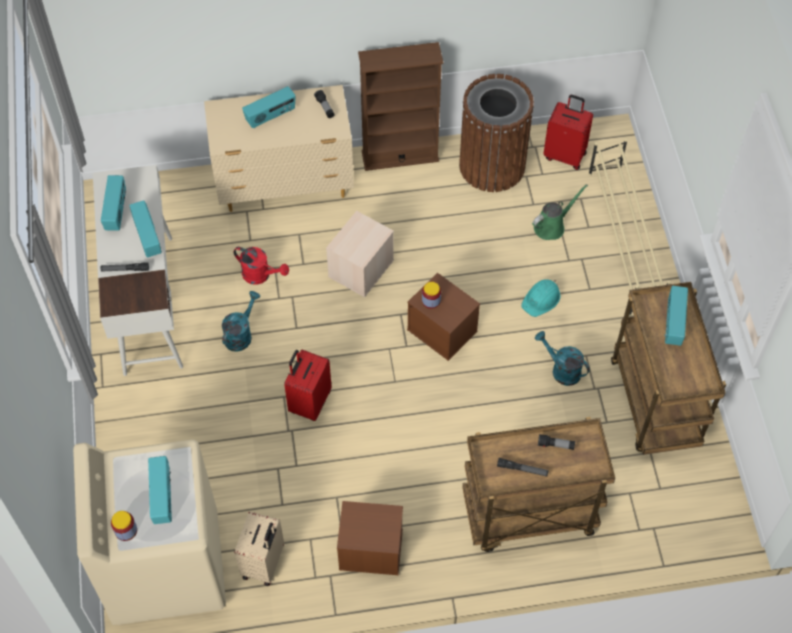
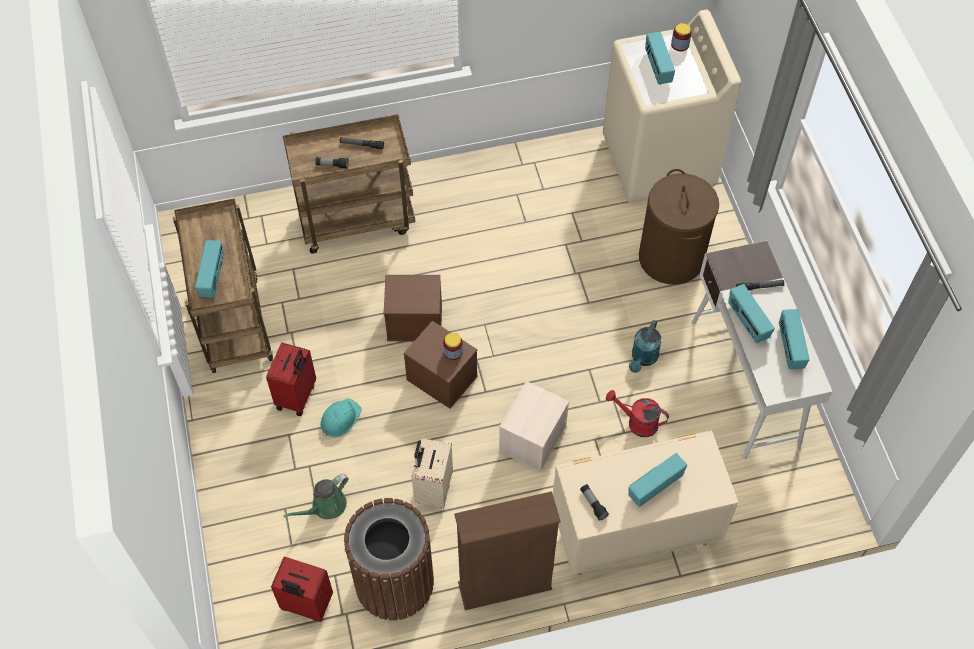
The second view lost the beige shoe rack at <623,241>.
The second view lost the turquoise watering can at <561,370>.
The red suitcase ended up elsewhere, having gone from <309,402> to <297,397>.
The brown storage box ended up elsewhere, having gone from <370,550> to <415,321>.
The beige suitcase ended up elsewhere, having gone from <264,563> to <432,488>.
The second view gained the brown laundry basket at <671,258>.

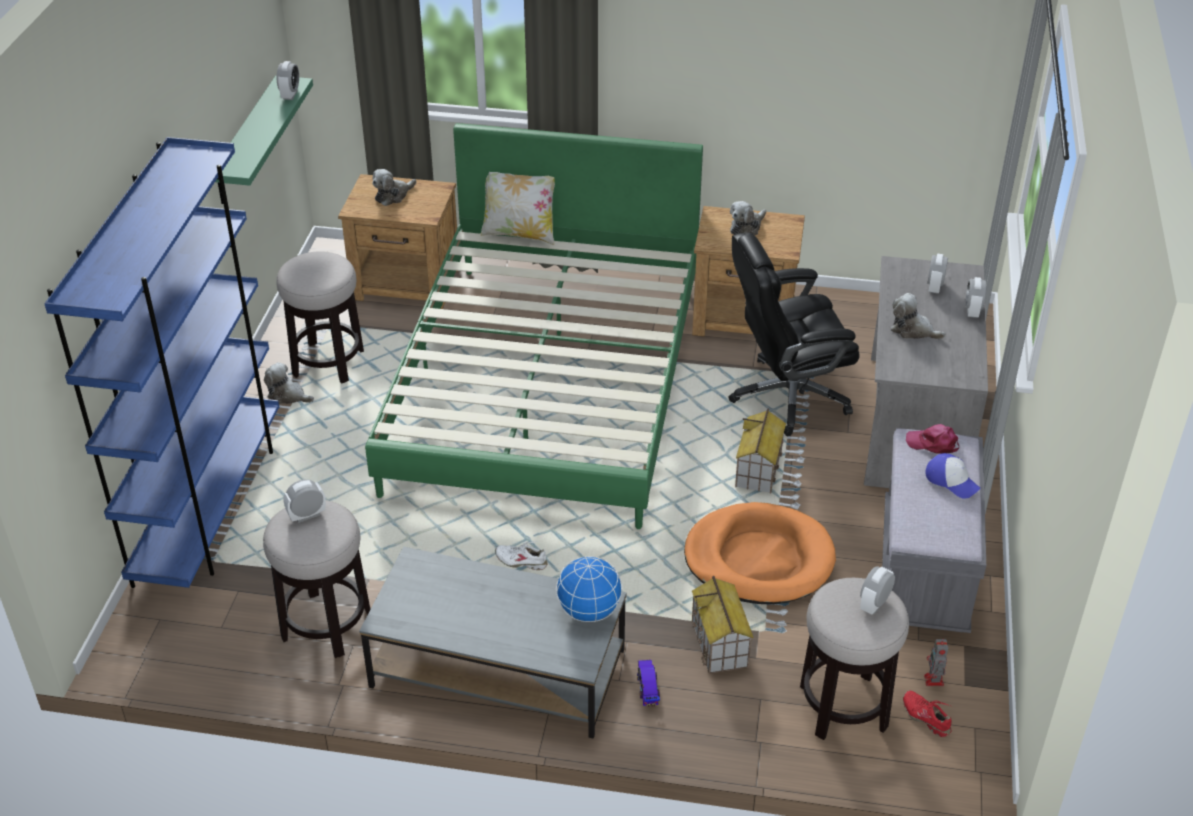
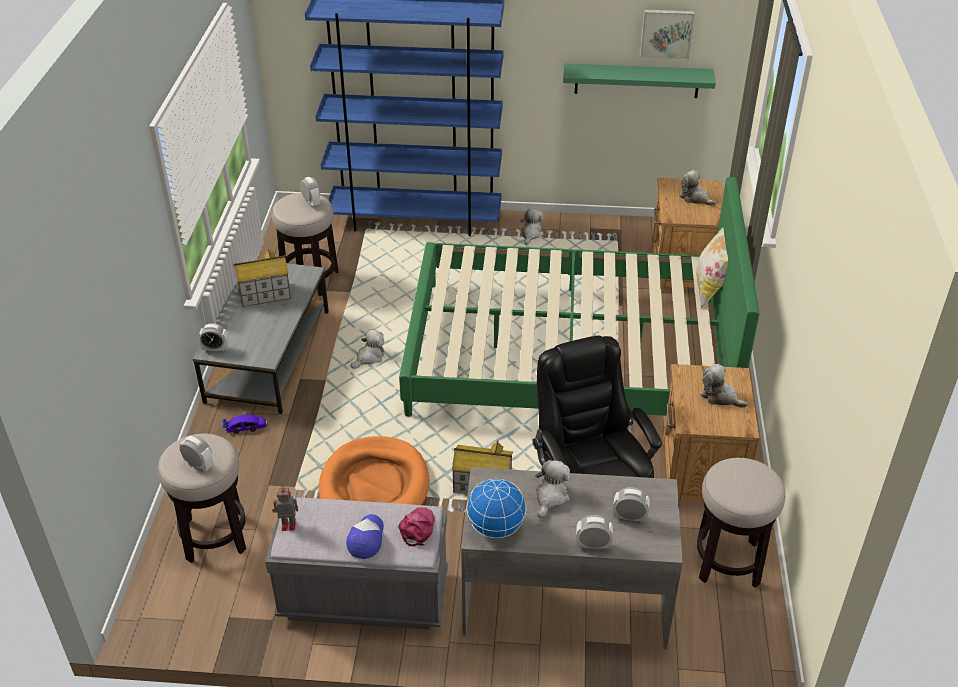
The alarm clock ended up elsewhere, having gone from <290,95> to <215,349>.
The stool ended up elsewhere, having gone from <328,363> to <728,561>.
The cap at <951,481> ended up facing another way, 150 degrees clockwise from before.
Where the white shoe stood at <521,561>, the plush toy came to stand at <369,357>.
The globe ended up elsewhere, having gone from <588,611> to <496,527>.
The toy house ended up elsewhere, having gone from <720,644> to <264,294>.
The toy robot ended up elsewhere, having gone from <934,681> to <287,524>.
The second view lost the red shoe at <926,717>.
The second view gained the picture at <666,33>.

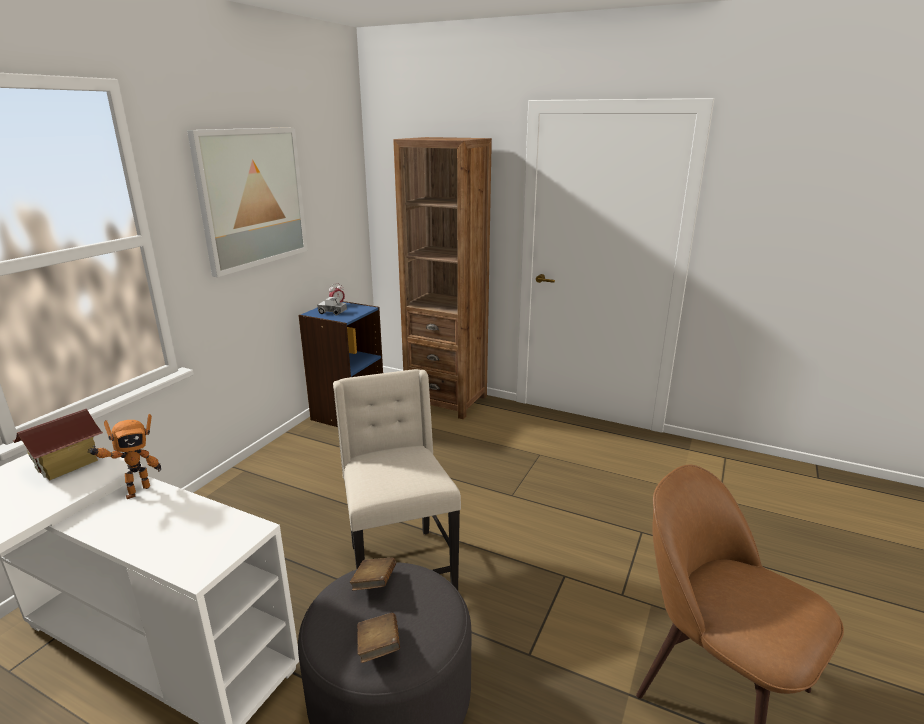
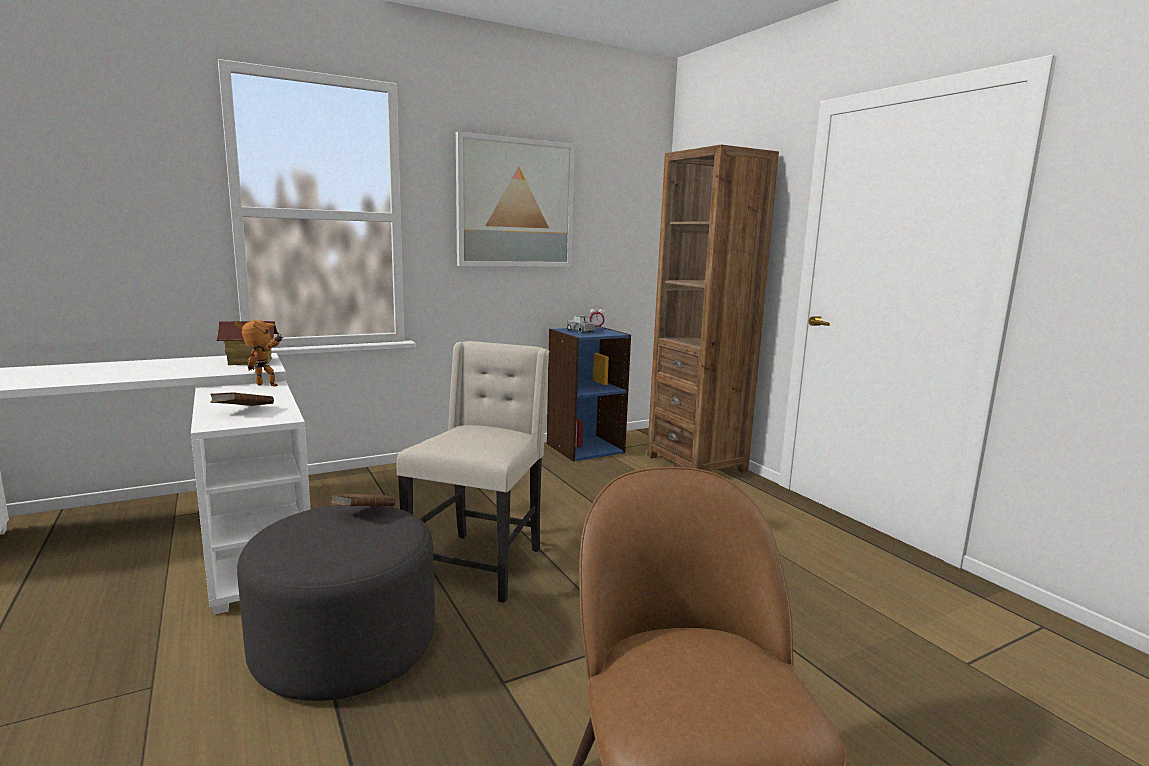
The toy robot at <136,491> ended up facing another way, 150 degrees counterclockwise from before.
The brown book ended up elsewhere, having gone from <378,647> to <243,411>.

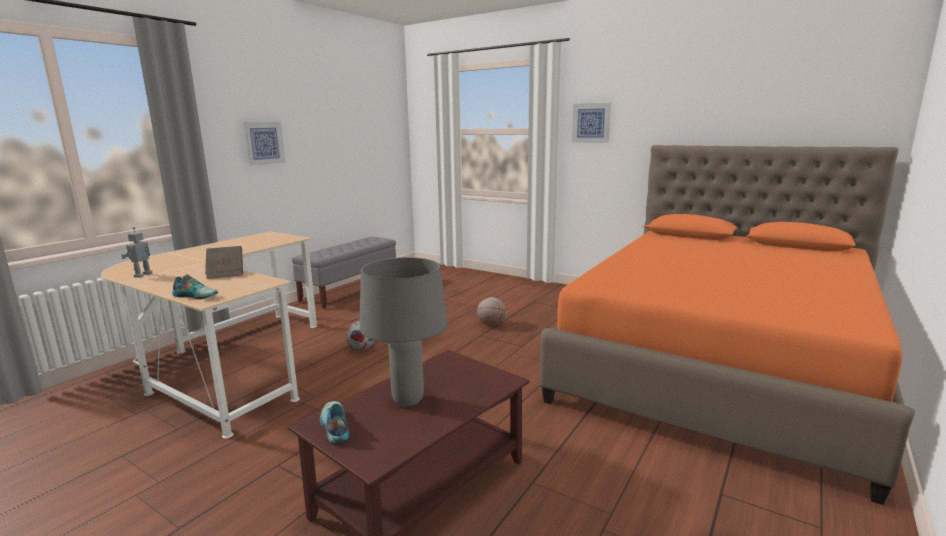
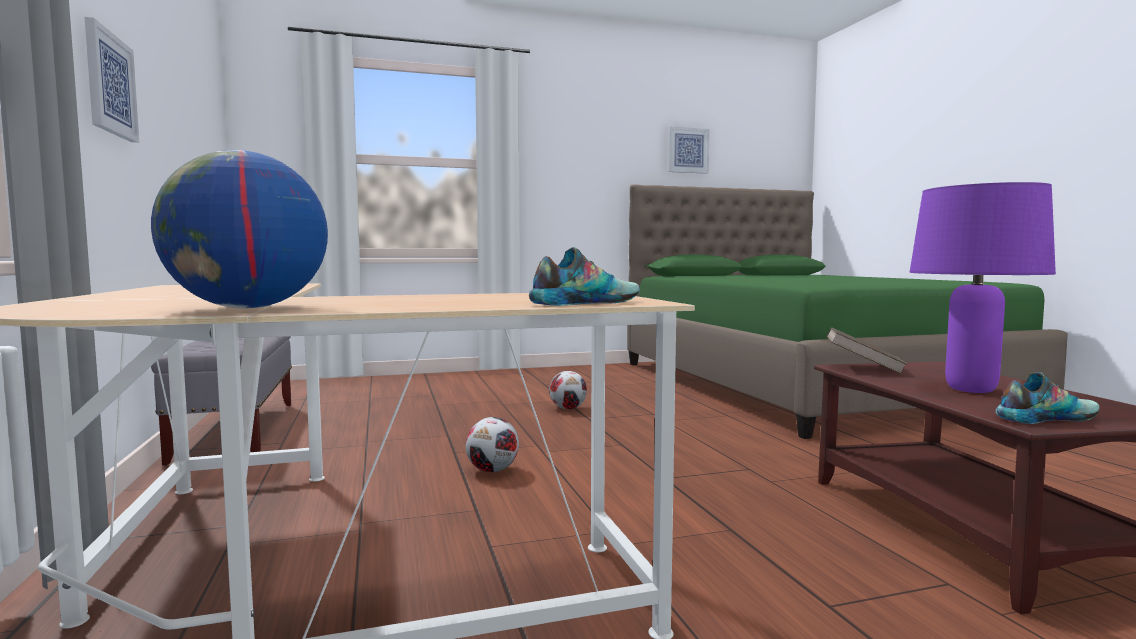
The picture ended up elsewhere, having gone from <591,123> to <687,150>.
What was the orange bed at <719,364> turned into the green bed at <802,384>.
Where the toy robot stood at <144,275>, the globe came to stand at <247,308>.
The brown book ended up elsewhere, having gone from <226,272> to <863,368>.
What was the grey table lamp at <408,400> turned into the purple table lamp at <969,389>.
Where the basketball stood at <491,324>, the football came to stand at <568,408>.
The shoe at <334,426> ended up facing another way, 150 degrees clockwise from before.

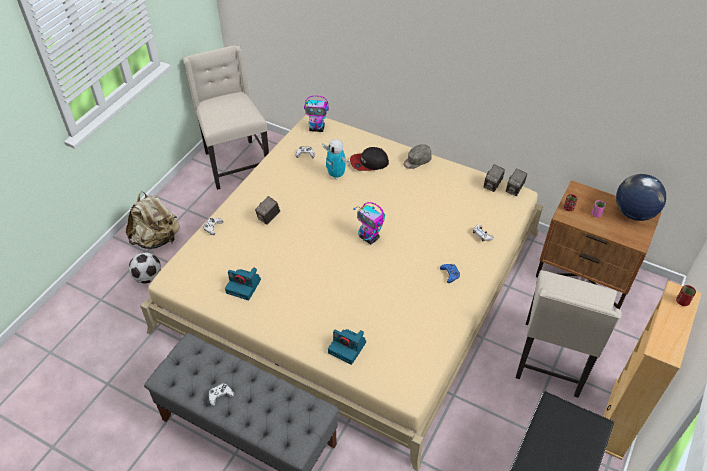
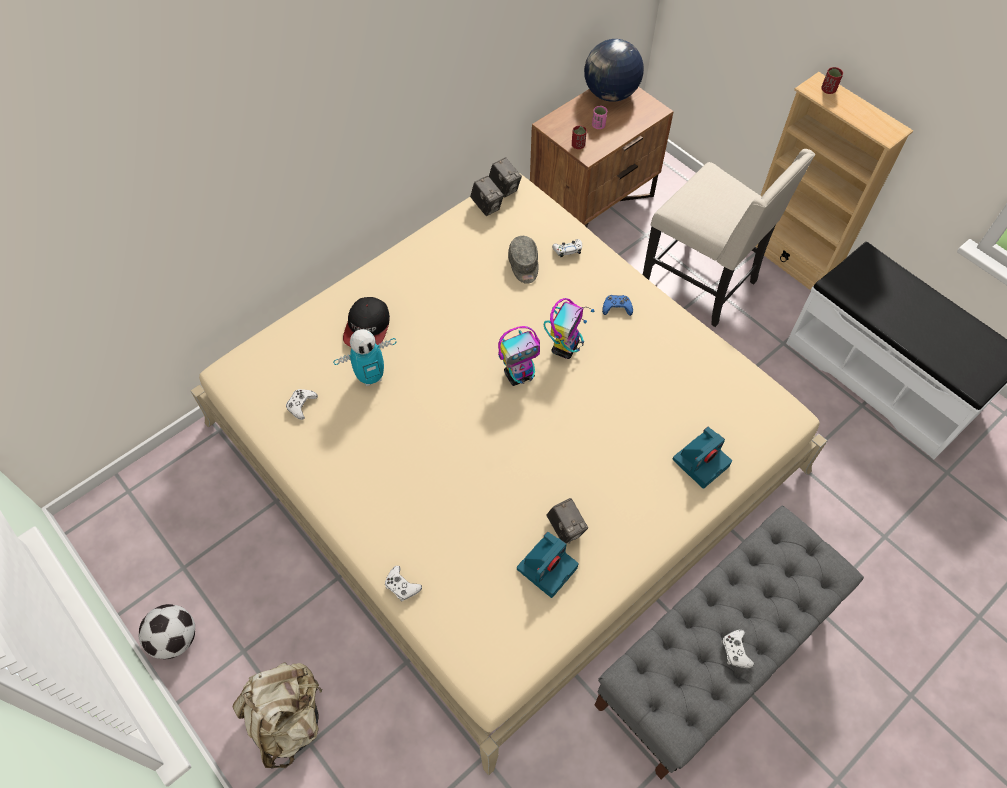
The second view lost the beige chair at <235,163>.
The toy robot ended up elsewhere, having gone from <317,128> to <565,347>.
The grey cap ended up elsewhere, having gone from <416,161> to <524,265>.
The photo camera ended up elsewhere, having gone from <268,218> to <565,528>.
The football ended up elsewhere, having gone from <148,277> to <175,639>.

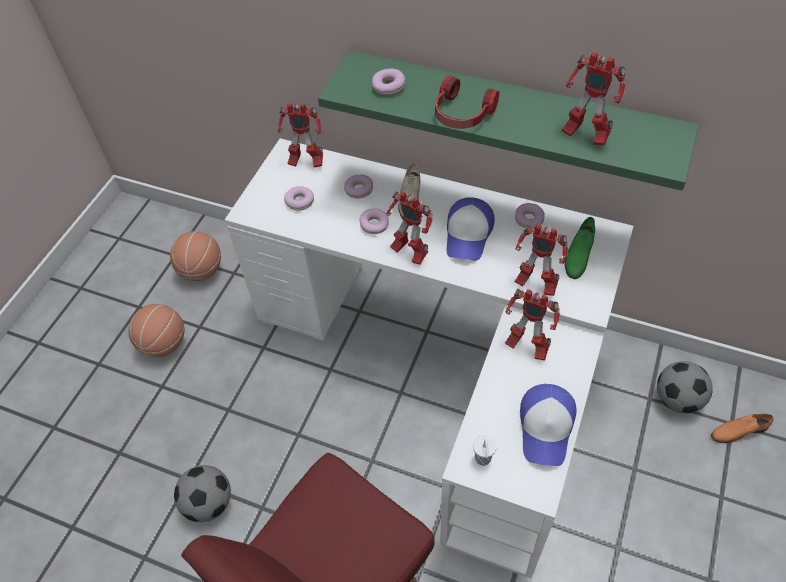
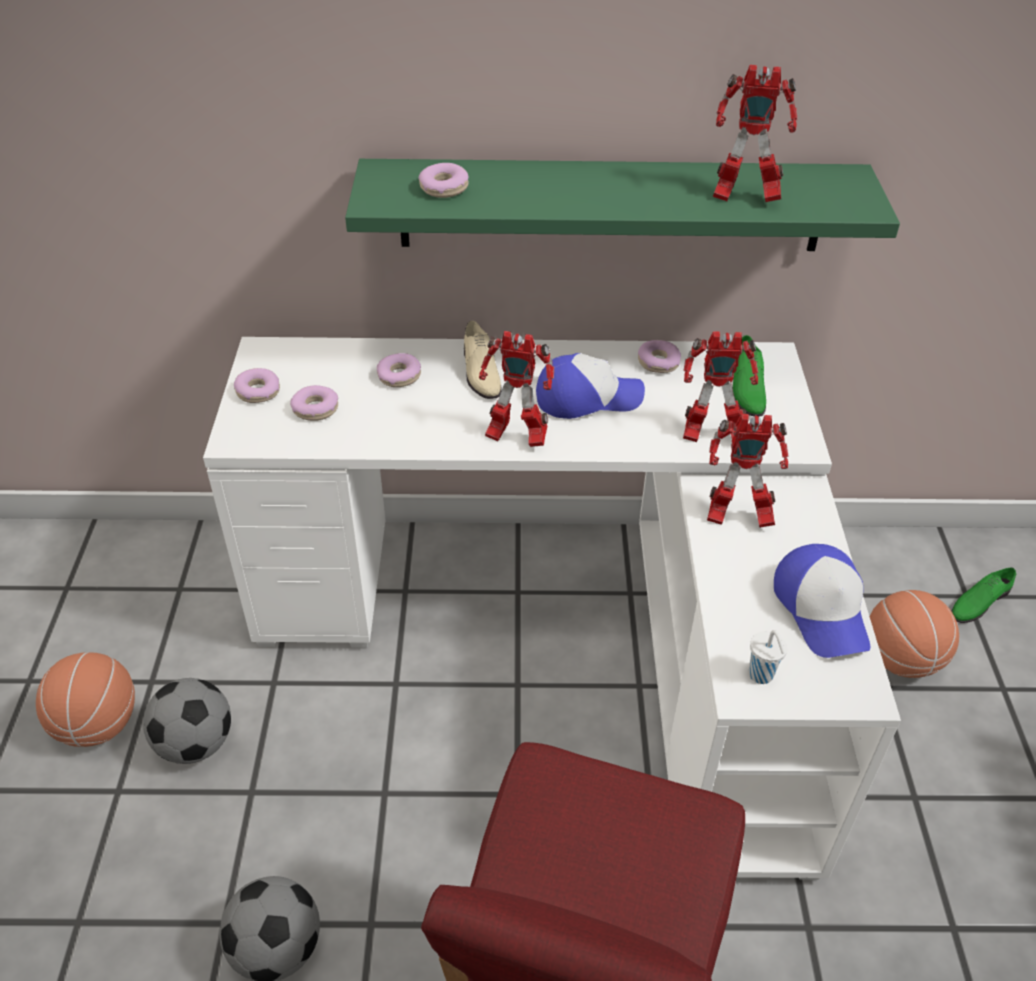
The second view lost the headphones at <462,114>.
The second view lost the toy robot at <305,162>.
The cap at <468,234> ended up facing another way, 90 degrees counterclockwise from before.
The donut ended up elsewhere, having gone from <374,225> to <258,392>.
The basketball ended up elsewhere, having gone from <201,270> to <900,659>.
The football ended up elsewhere, having gone from <677,399> to <196,743>.
What was the orange shoe at <738,430> turned into the green shoe at <979,602>.

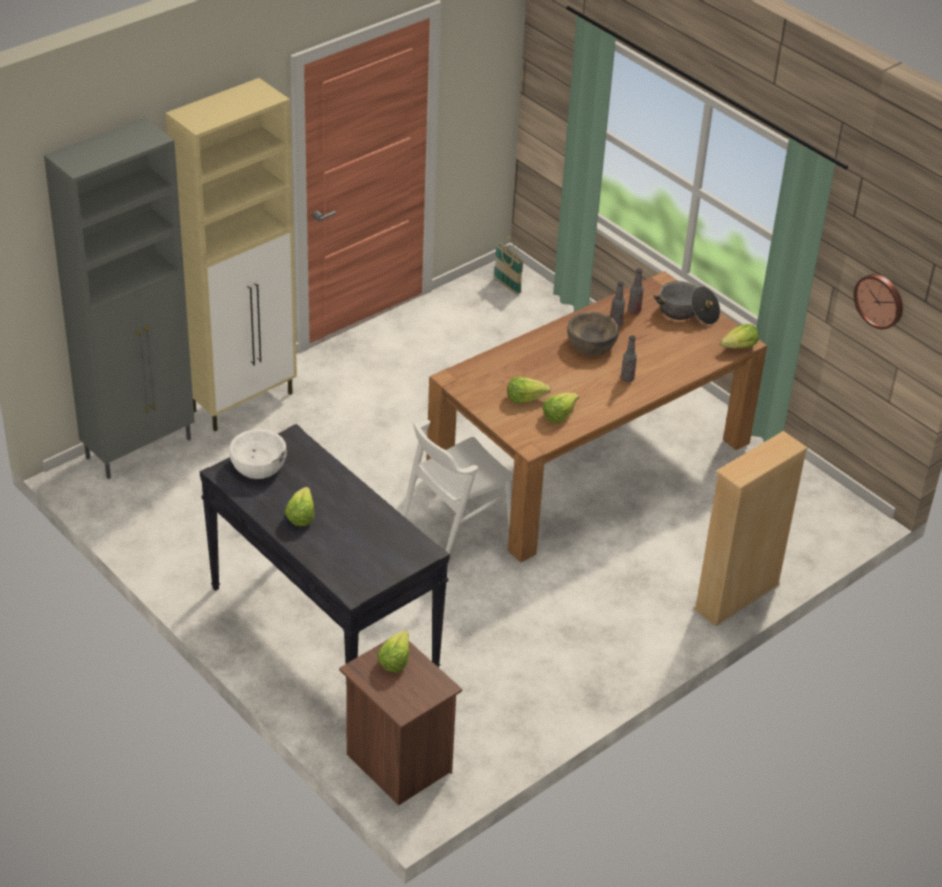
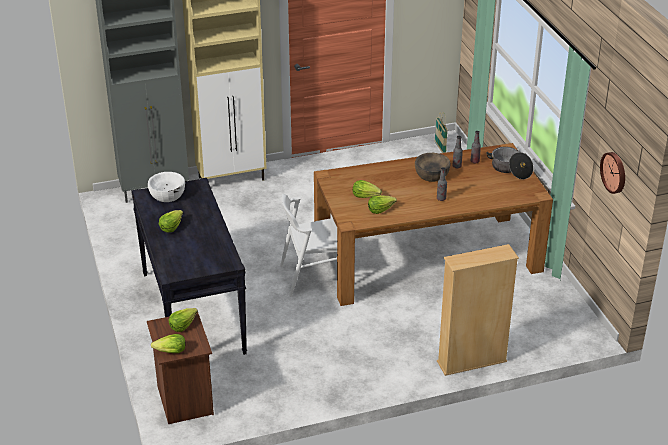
The lettuce ended up elsewhere, having gone from <739,347> to <170,351>.

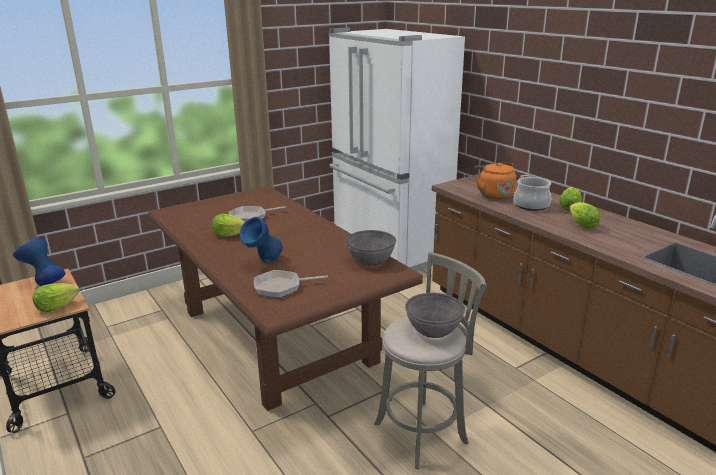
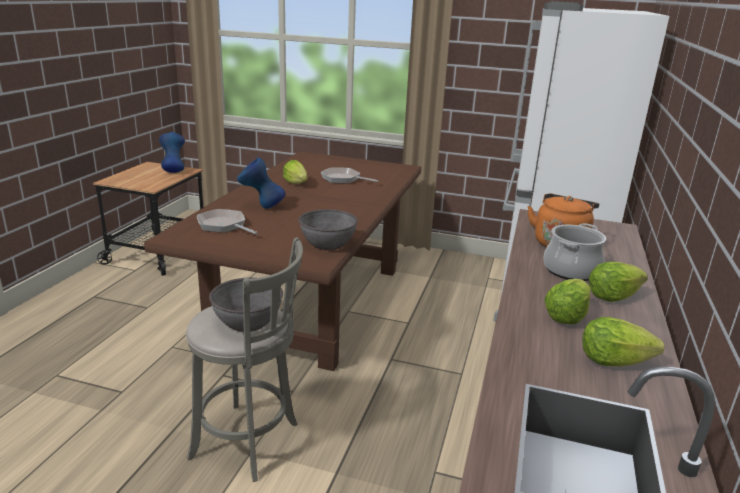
The lettuce ended up elsewhere, having gone from <56,307> to <612,361>.

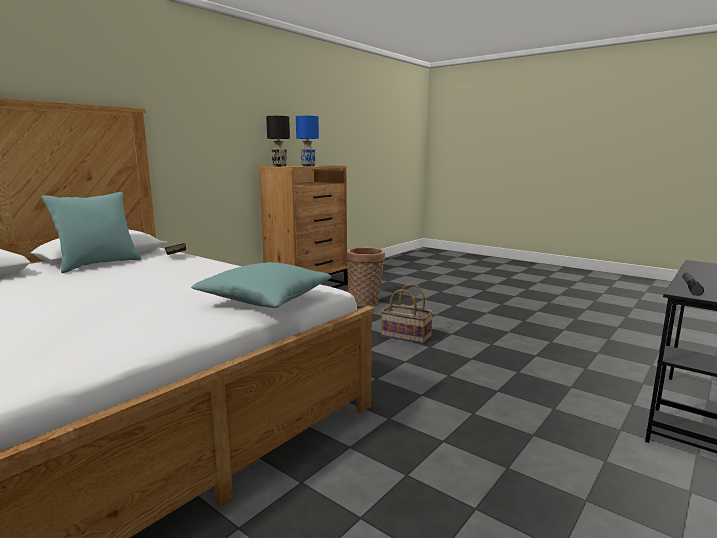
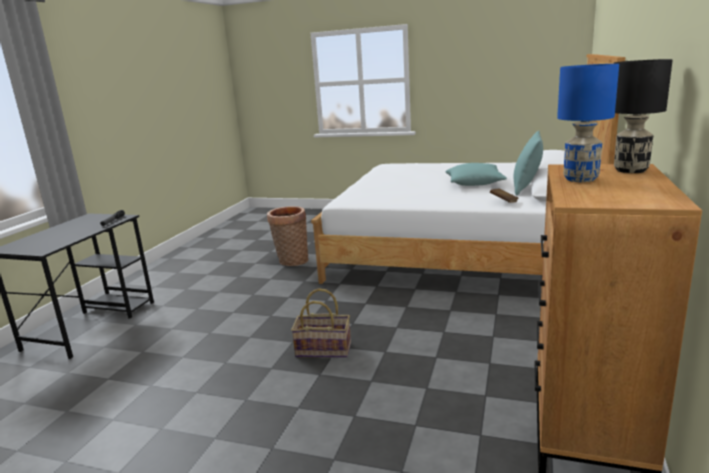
The basket ended up elsewhere, having gone from <365,302> to <291,261>.
The turquoise pillow ended up elsewhere, having gone from <265,300> to <474,184>.

